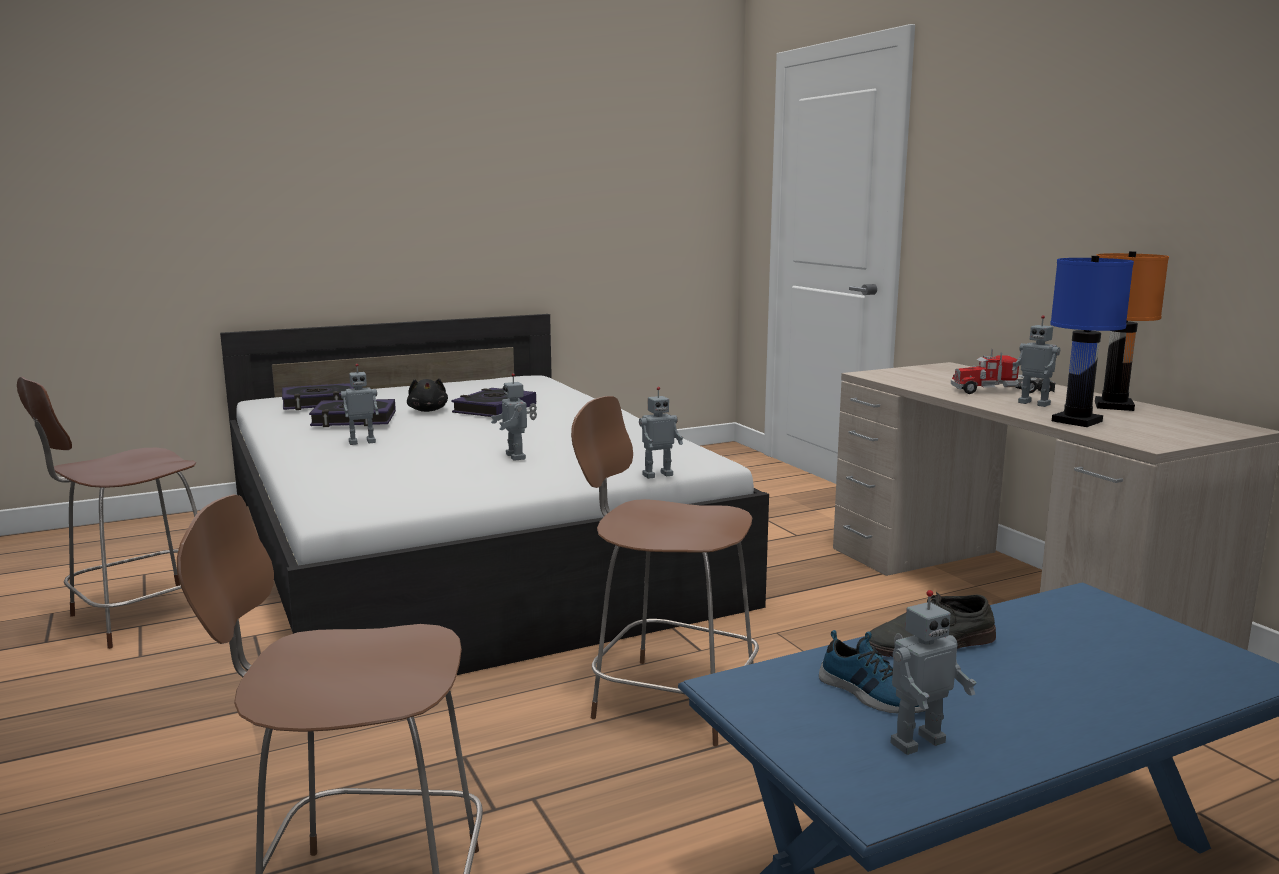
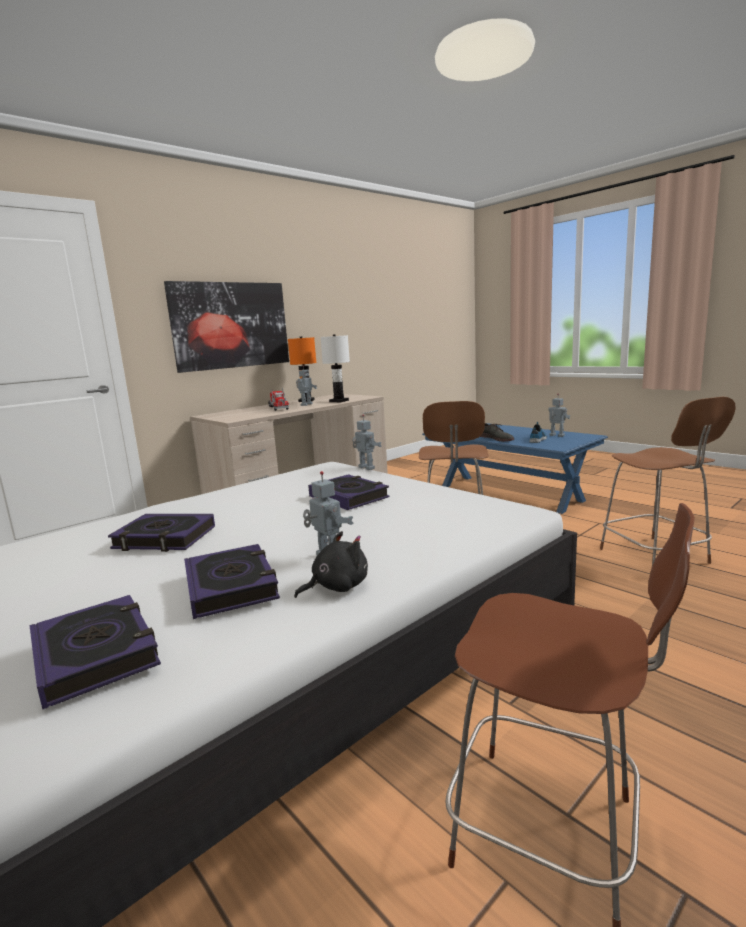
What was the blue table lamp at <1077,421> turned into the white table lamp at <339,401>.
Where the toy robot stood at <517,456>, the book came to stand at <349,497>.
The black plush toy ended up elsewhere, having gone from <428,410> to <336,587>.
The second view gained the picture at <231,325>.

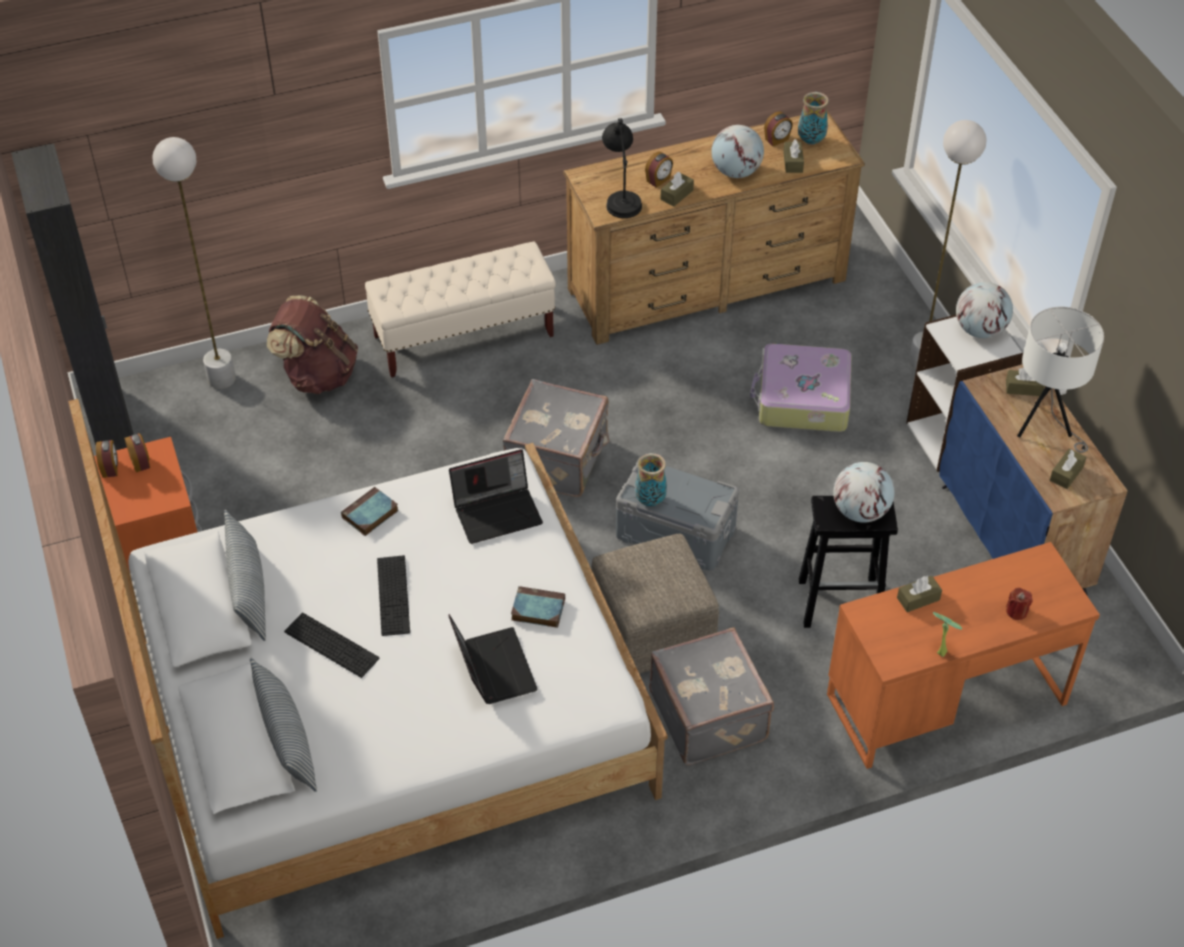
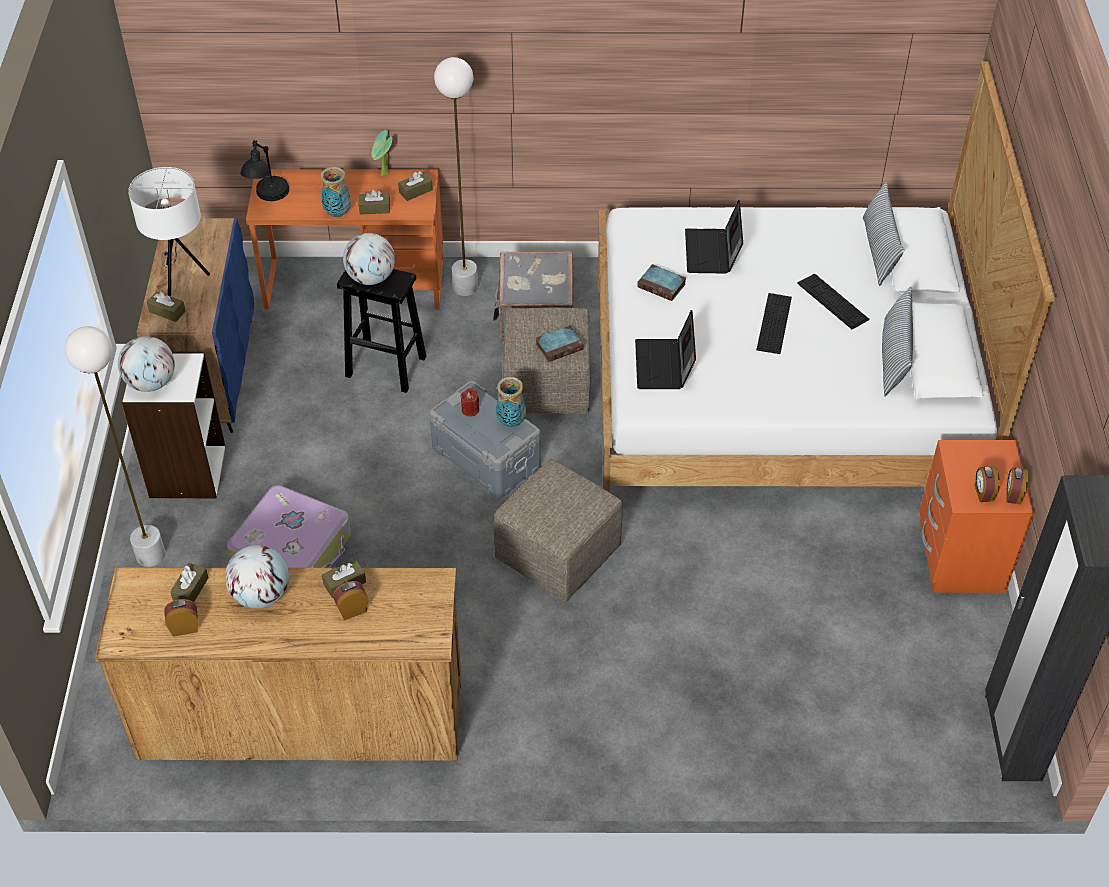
The vase ended up elsewhere, having gone from <810,141> to <338,213>.
The black table lamp ended up elsewhere, having gone from <620,195> to <268,200>.
The white floor lamp ended up elsewhere, having gone from <222,379> to <465,287>.
The second view lost the beige bench at <464,336>.
The second view lost the brown backpack at <318,374>.
Where the grey suitcase stood at <559,459>, the beige ottoman came to stand at <557,556>.
The laptop at <498,511> ended up facing another way, 90 degrees counterclockwise from before.
The brown tissue box ended up elsewhere, having gone from <1066,474> to <415,191>.
The book ended up elsewhere, having gone from <369,515> to <560,346>.
The red candle ended up elsewhere, having gone from <1016,611> to <470,410>.

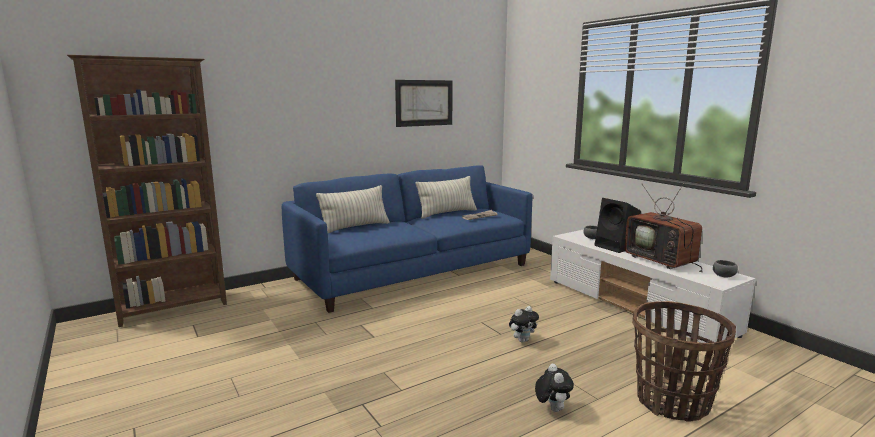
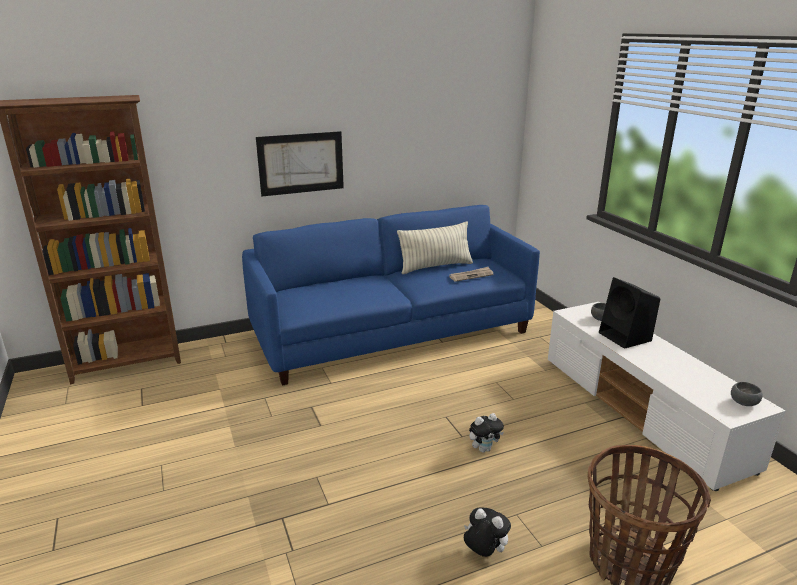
The picture ended up elsewhere, having gone from <424,103> to <301,163>.
The second view lost the television at <662,261>.
The second view lost the pillow at <355,227>.
The plush toy at <552,408> ended up facing another way, 60 degrees counterclockwise from before.

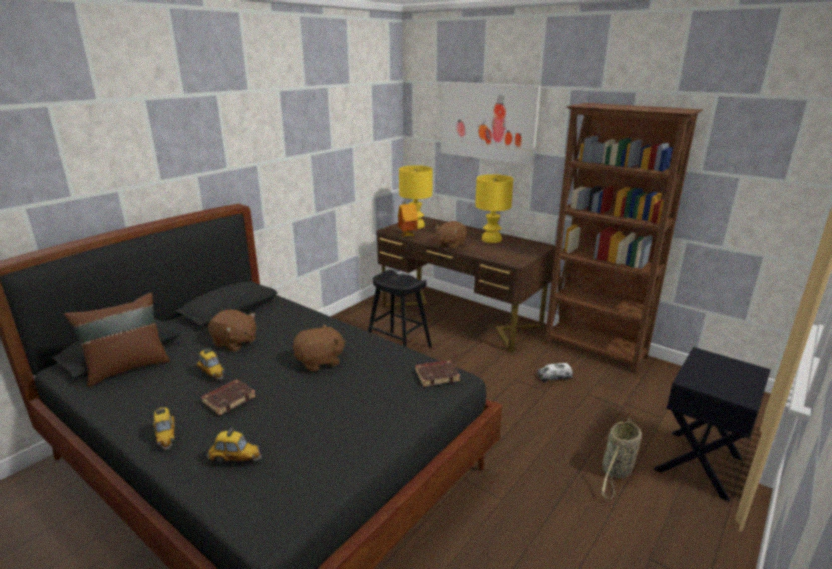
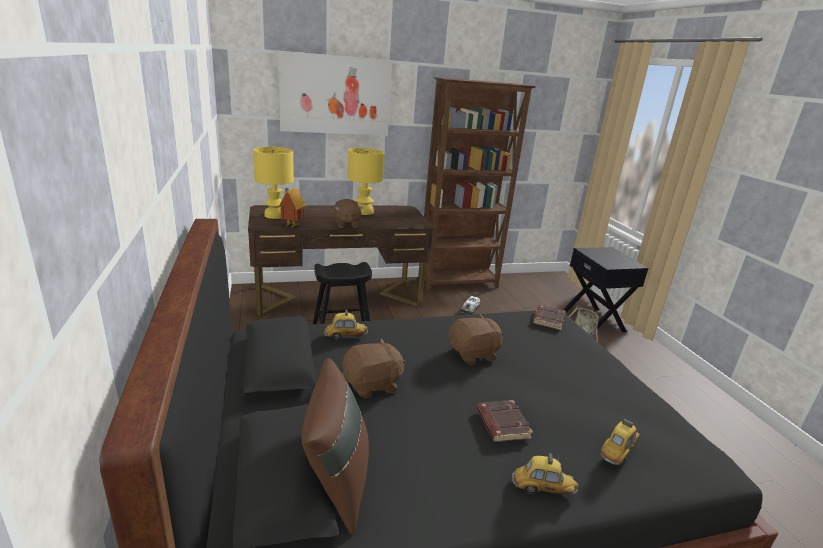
The brown plush toy at <320,362> ended up facing another way, 60 degrees clockwise from before.
The toy car ended up elsewhere, having gone from <212,373> to <346,336>.

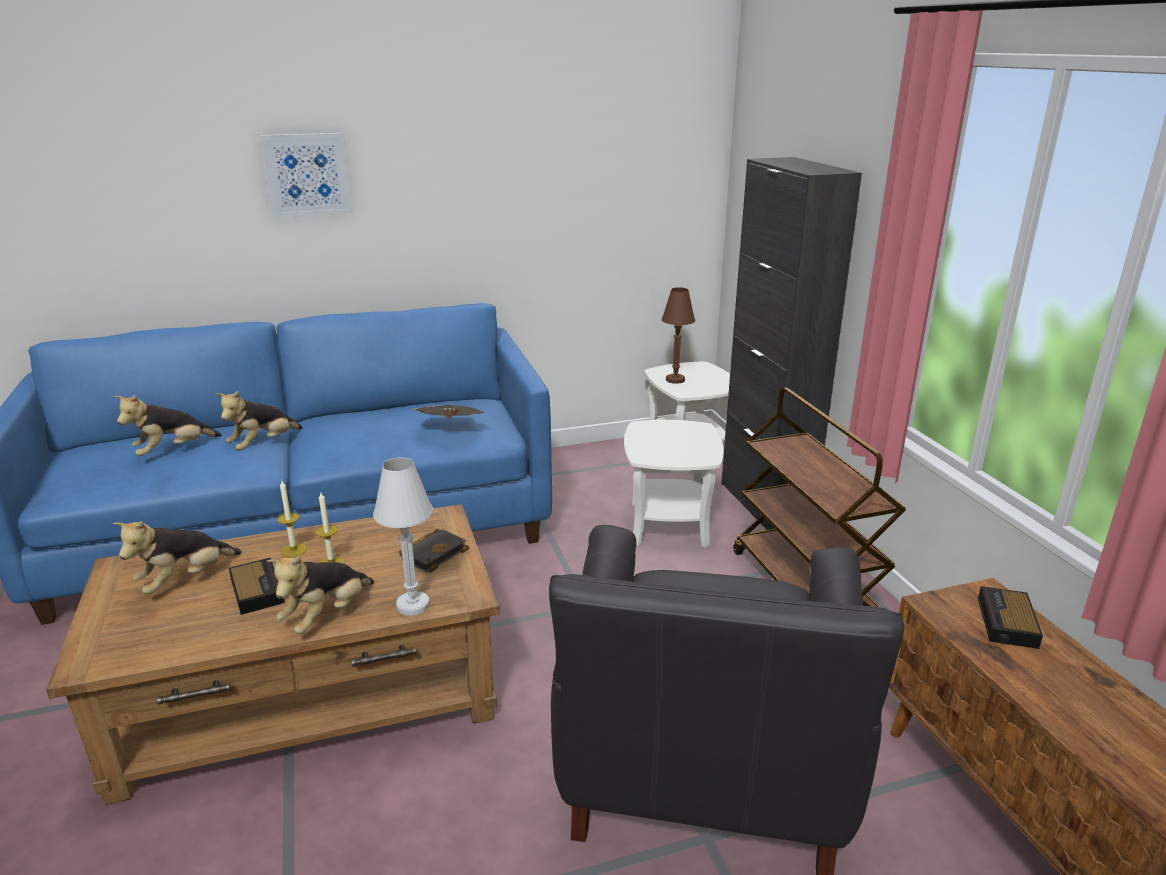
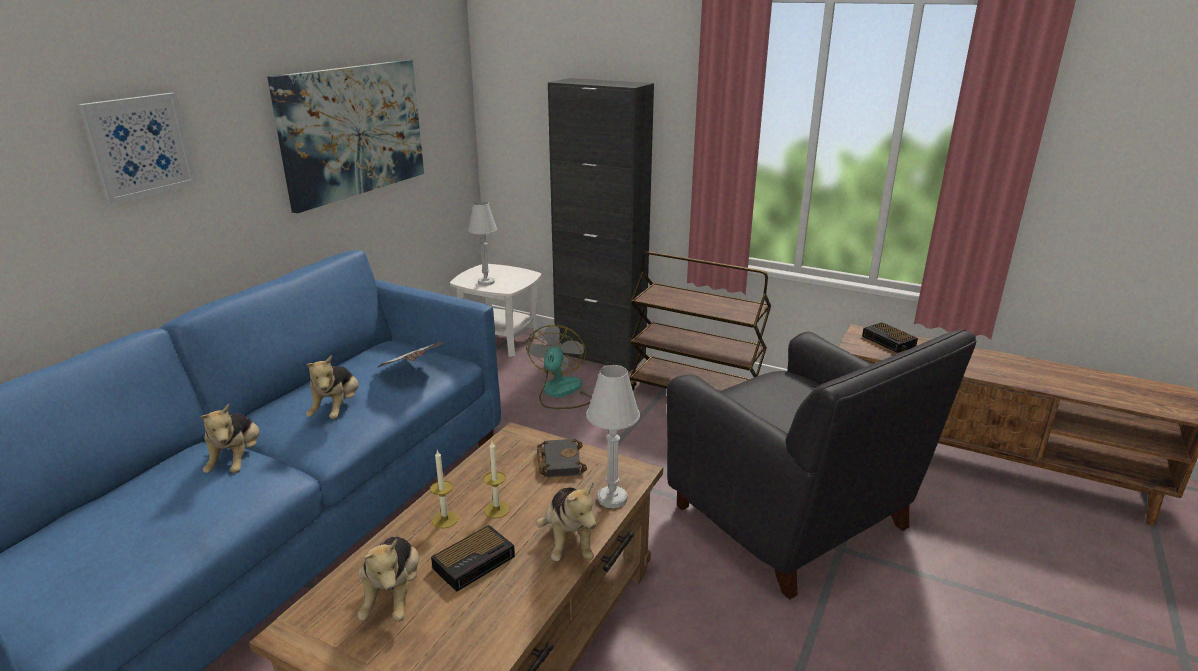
What was the brown table lamp at <675,380> turned into the white table lamp at <486,282>.
The plush toy ended up elsewhere, having gone from <173,451> to <337,409>.
Where the white side table stood at <668,523>, the fan came to stand at <561,393>.
The alarm clock at <257,590> ended up facing another way, 120 degrees clockwise from before.
The second view gained the picture at <353,131>.

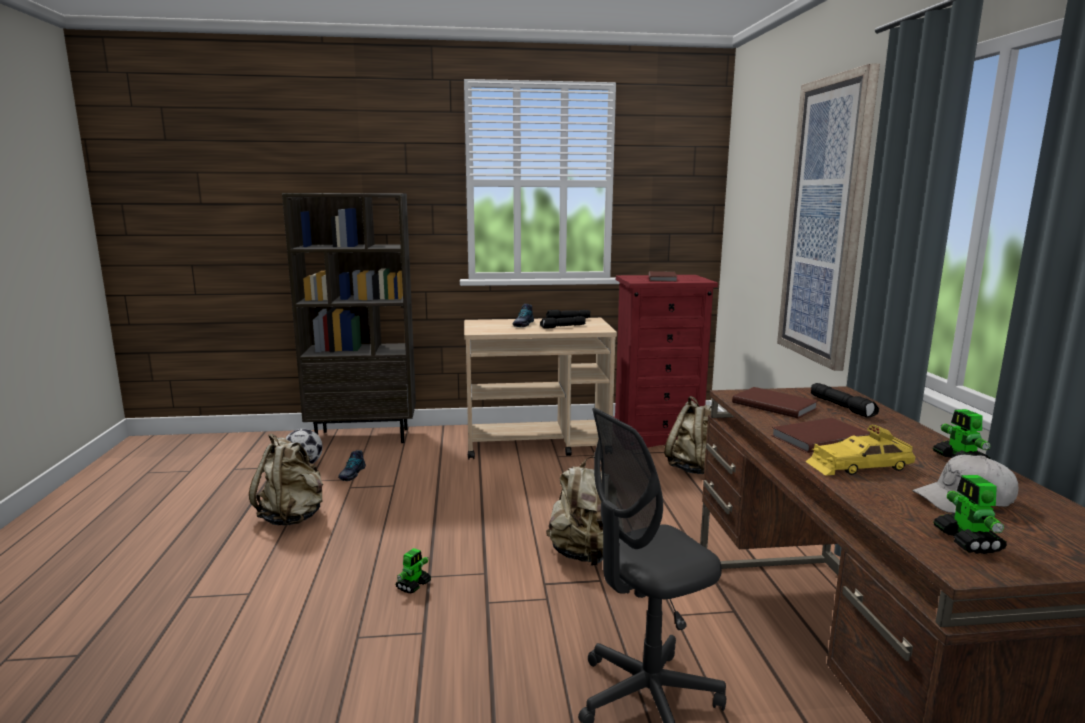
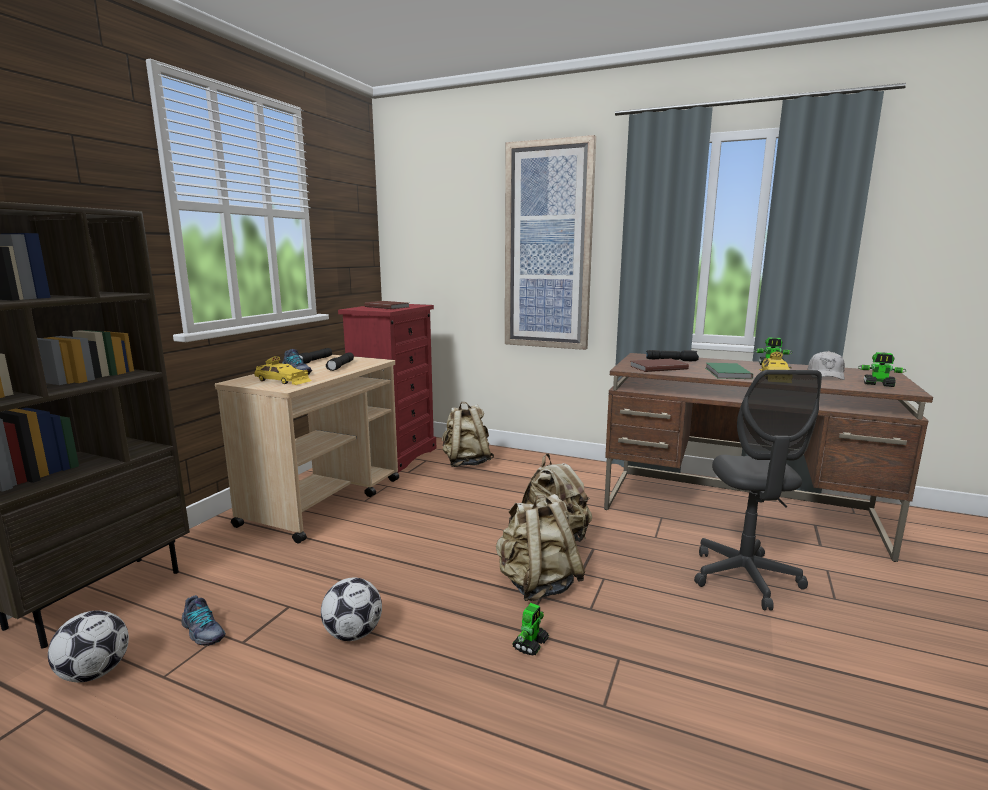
What was the brown book at <817,438> turned into the green book at <726,373>.
The beige backpack ended up elsewhere, having gone from <293,517> to <537,585>.
The toy robot at <414,585> ended up facing another way, 60 degrees clockwise from before.
The second view gained the yellow toy car at <283,381>.
The second view gained the football at <353,634>.

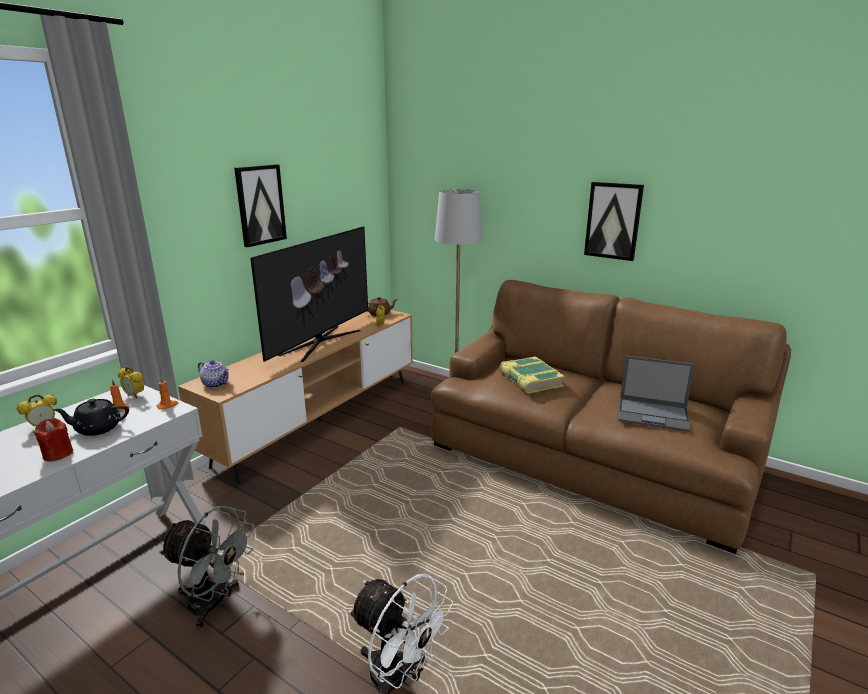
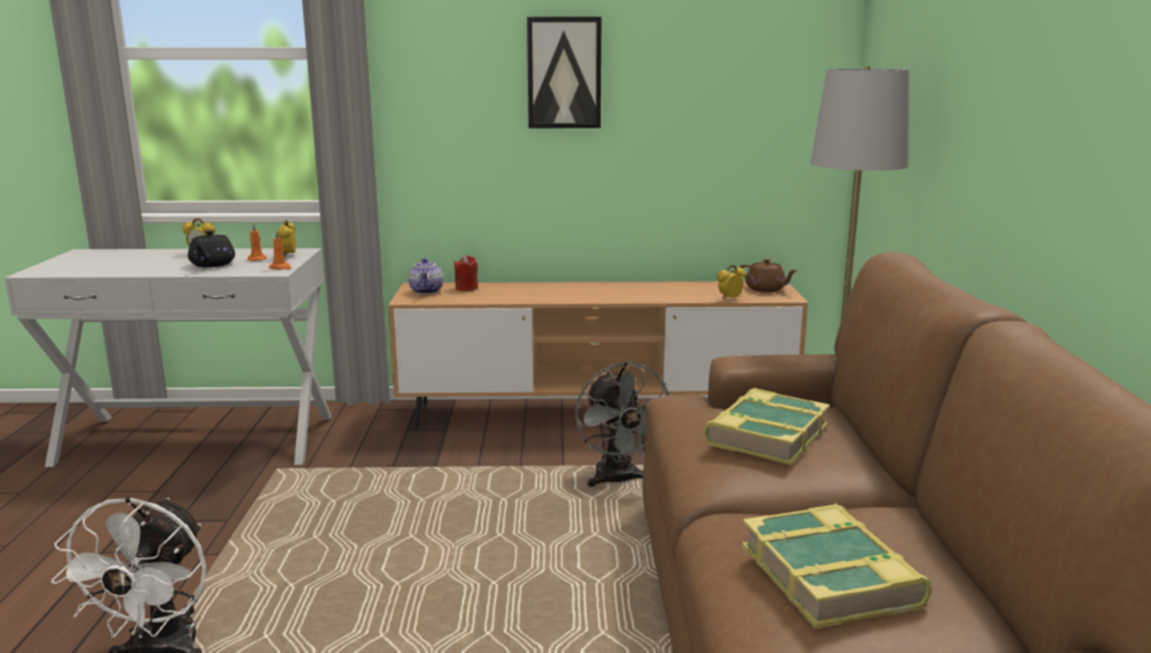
The second view lost the picture at <613,221>.
The second view lost the television at <320,342>.
Where the laptop stood at <654,414>, the book came to stand at <830,576>.
The black teapot at <97,428> ended up facing another way, 135 degrees counterclockwise from before.
The red candle ended up elsewhere, having gone from <58,454> to <466,288>.
The grey fan ended up elsewhere, having gone from <215,604> to <618,481>.

